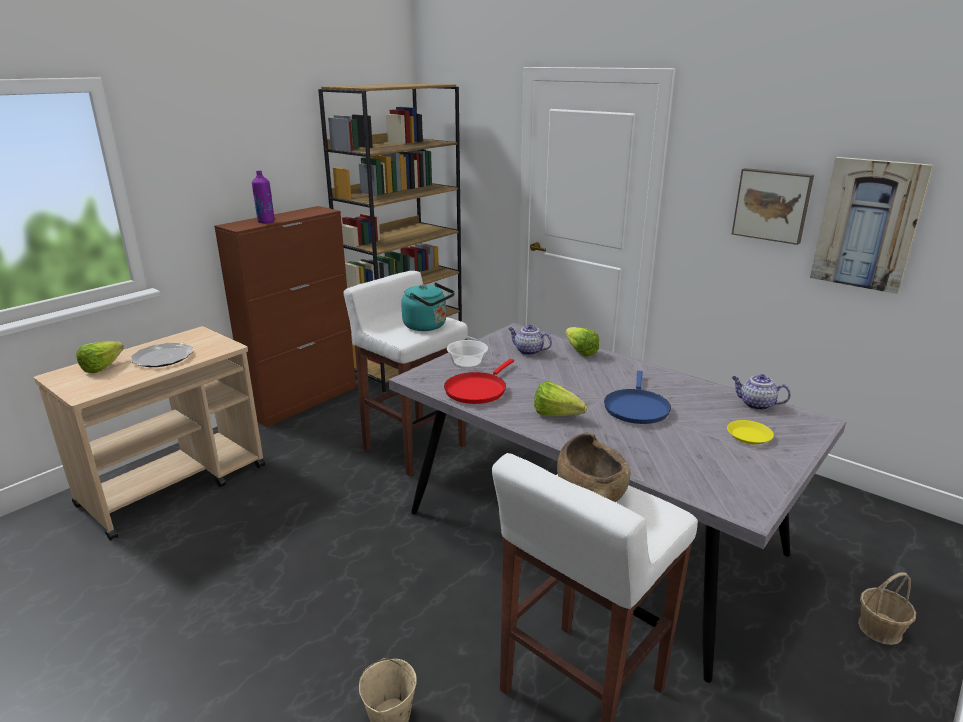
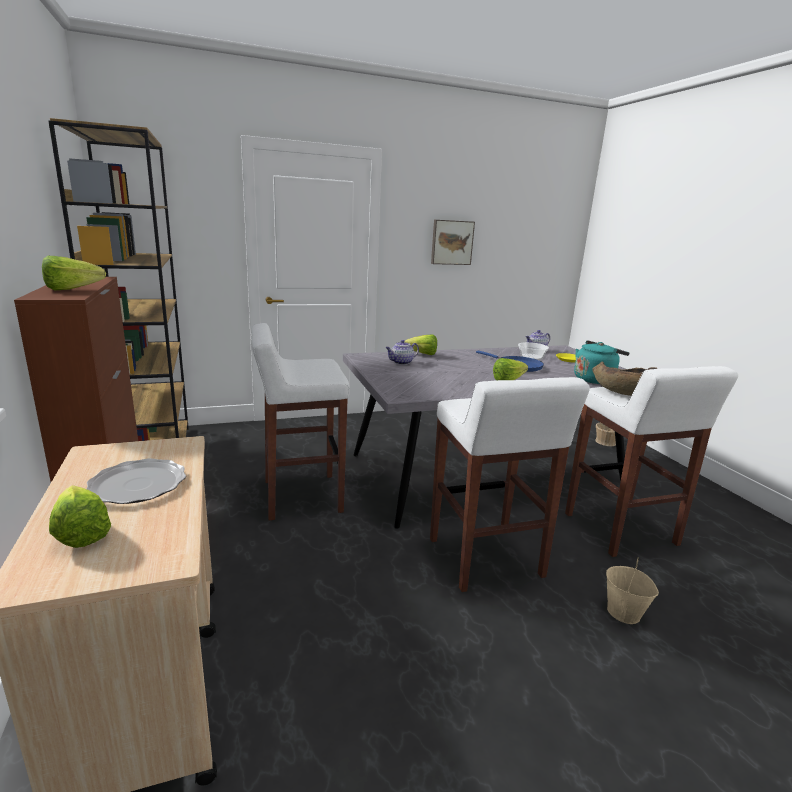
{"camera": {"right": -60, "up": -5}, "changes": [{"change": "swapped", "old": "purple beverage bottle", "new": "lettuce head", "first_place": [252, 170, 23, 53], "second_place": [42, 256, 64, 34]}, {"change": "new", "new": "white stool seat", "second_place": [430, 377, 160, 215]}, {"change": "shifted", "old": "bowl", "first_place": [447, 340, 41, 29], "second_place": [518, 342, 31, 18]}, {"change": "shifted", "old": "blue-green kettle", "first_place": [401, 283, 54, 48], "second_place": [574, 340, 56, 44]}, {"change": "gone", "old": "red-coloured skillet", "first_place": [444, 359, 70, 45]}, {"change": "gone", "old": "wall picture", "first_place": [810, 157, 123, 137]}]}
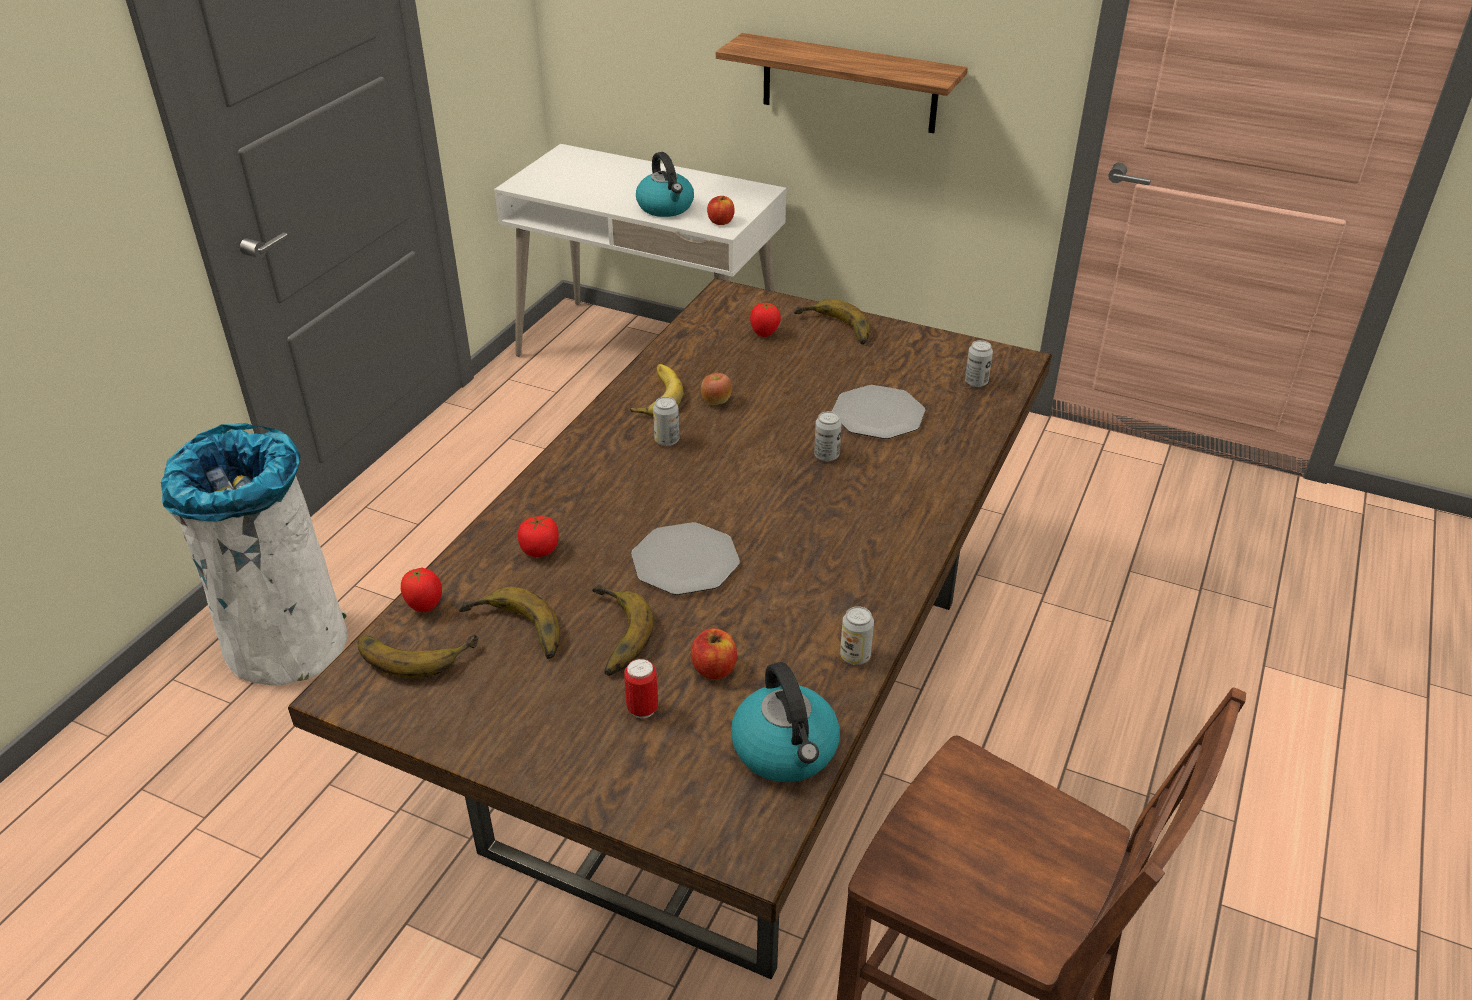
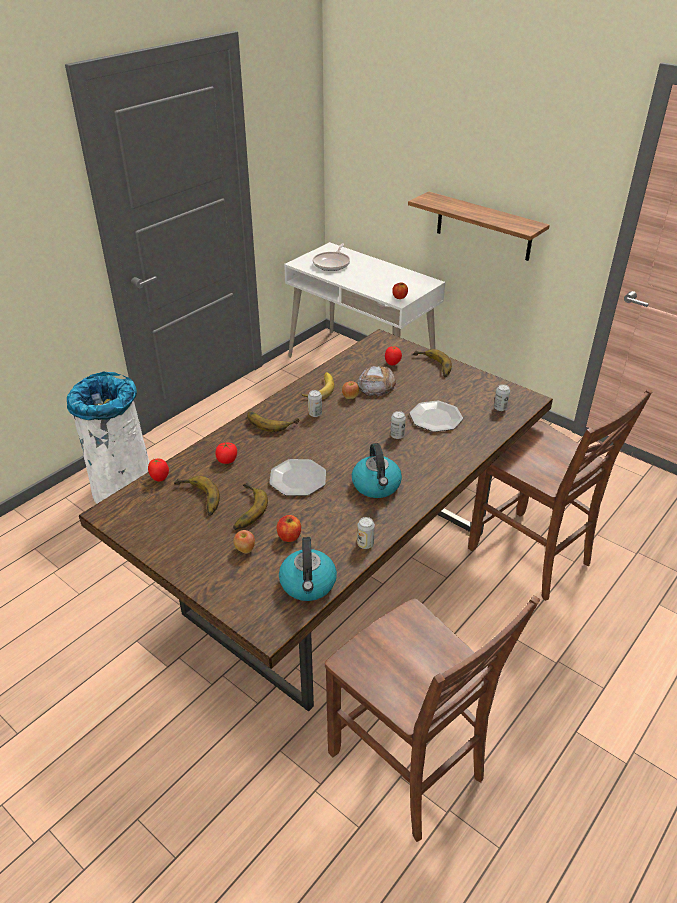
{"camera": {"right": 15, "up": 0}, "changes": [{"change": "swapped", "old": "metal can", "new": "apple fruit", "first_place": [624, 658, 34, 61], "second_place": [233, 530, 22, 23]}, {"change": "shifted", "old": "whole banana", "first_place": [358, 634, 120, 44], "second_place": [247, 411, 52, 21]}, {"change": "new", "new": "skillet", "second_place": [313, 243, 37, 28]}, {"change": "shifted", "old": "kettle", "first_place": [636, 152, 58, 65], "second_place": [352, 443, 50, 55]}, {"change": "new", "new": "baked bread", "second_place": [357, 366, 40, 31]}, {"change": "new", "new": "brown-coloured plain chair", "second_place": [468, 389, 185, 212]}]}
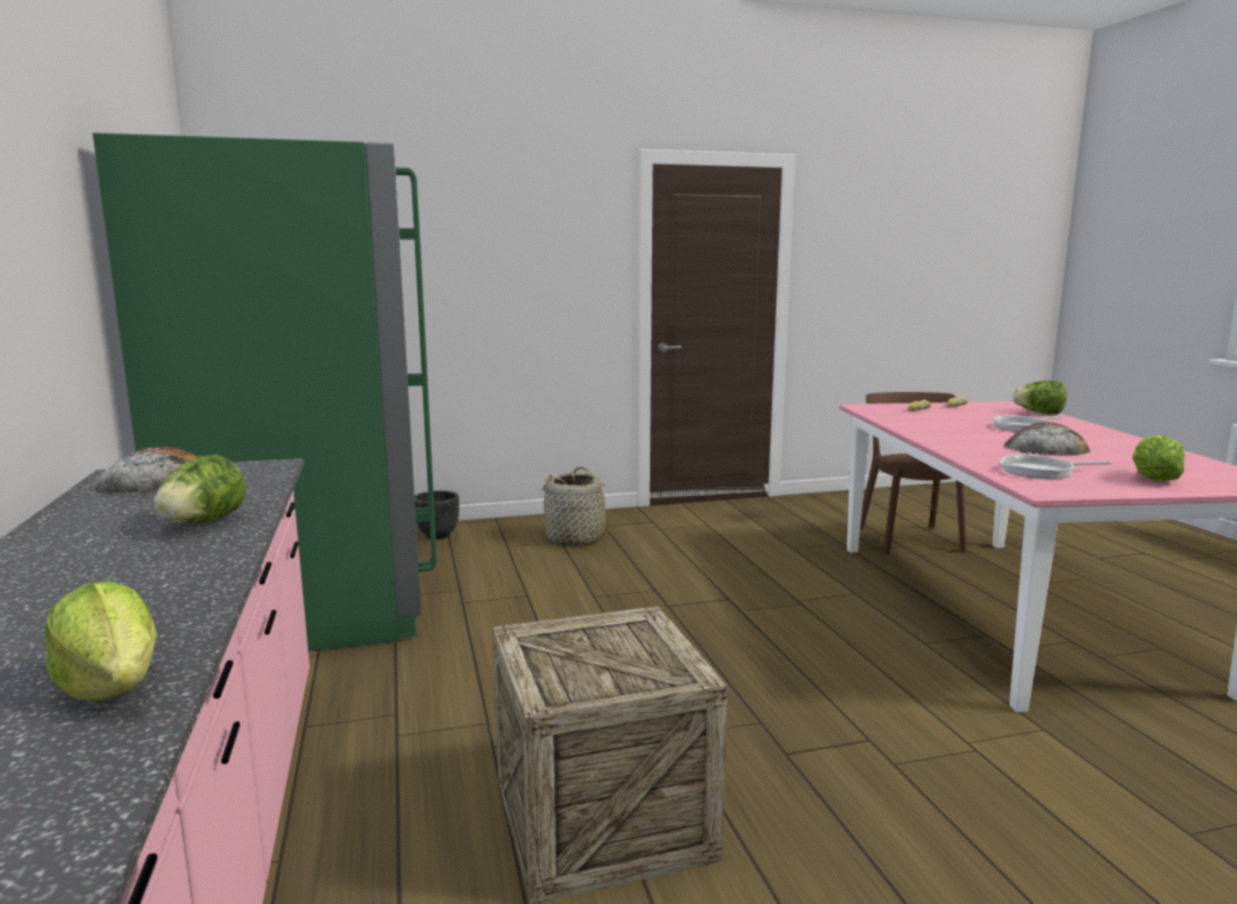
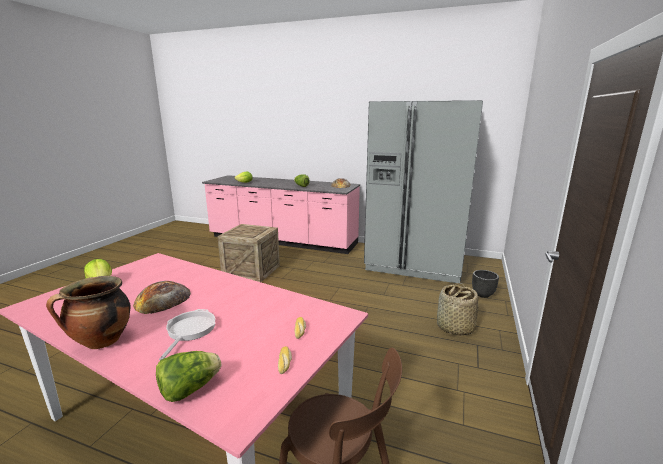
{"camera": {"right": 125, "up": 5}, "changes": [{"change": "new", "new": "cooking pot", "second_place": [46, 276, 85, 73]}, {"change": "repainted", "old": "greenish refrigerator", "new": "greyish refrigerator", "first_place": [93, 133, 344, 519], "second_place": [364, 100, 119, 183]}, {"change": "gone", "old": "skillet", "first_place": [998, 454, 114, 25]}]}
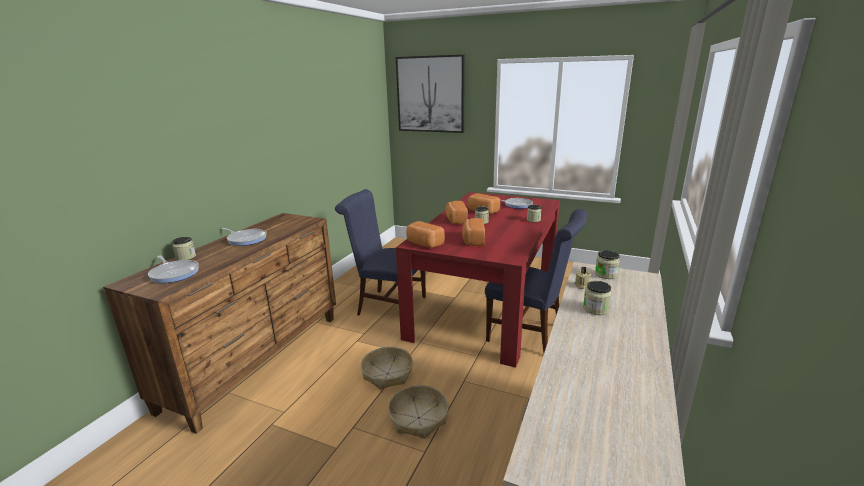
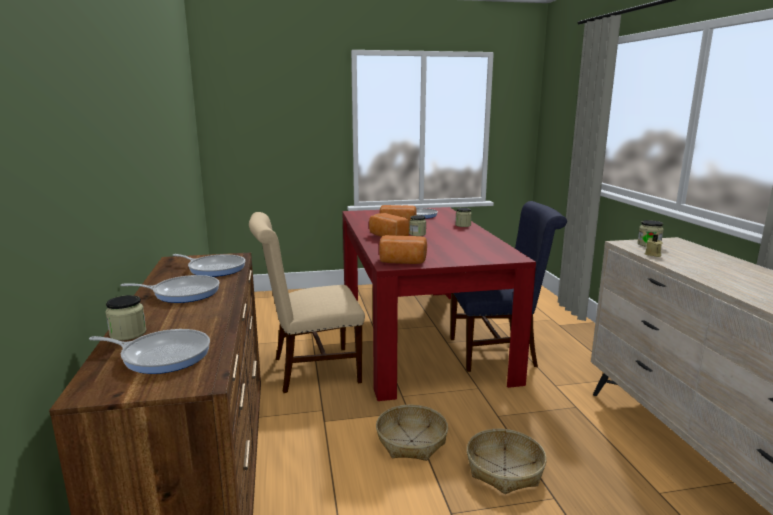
{"camera": {"right": -35, "up": -5}, "changes": [{"change": "new", "new": "skillet", "second_place": [173, 254, 72, 23]}, {"change": "repainted", "old": "bluish plain chair", "new": "sand-coloured plain chair", "first_place": [335, 189, 91, 126], "second_place": [249, 212, 116, 181]}, {"change": "gone", "old": "wall picture", "first_place": [396, 55, 69, 78]}, {"change": "gone", "old": "baked bread", "first_place": [462, 218, 23, 28]}, {"change": "gone", "old": "jar", "first_place": [583, 281, 29, 34]}]}
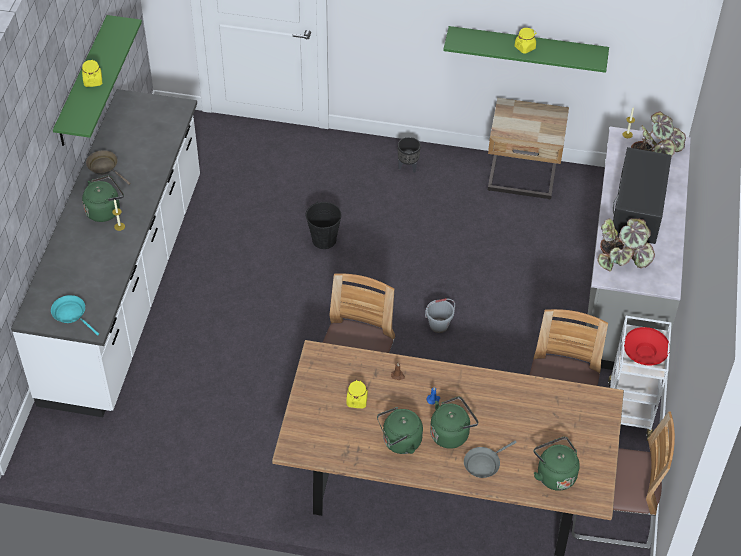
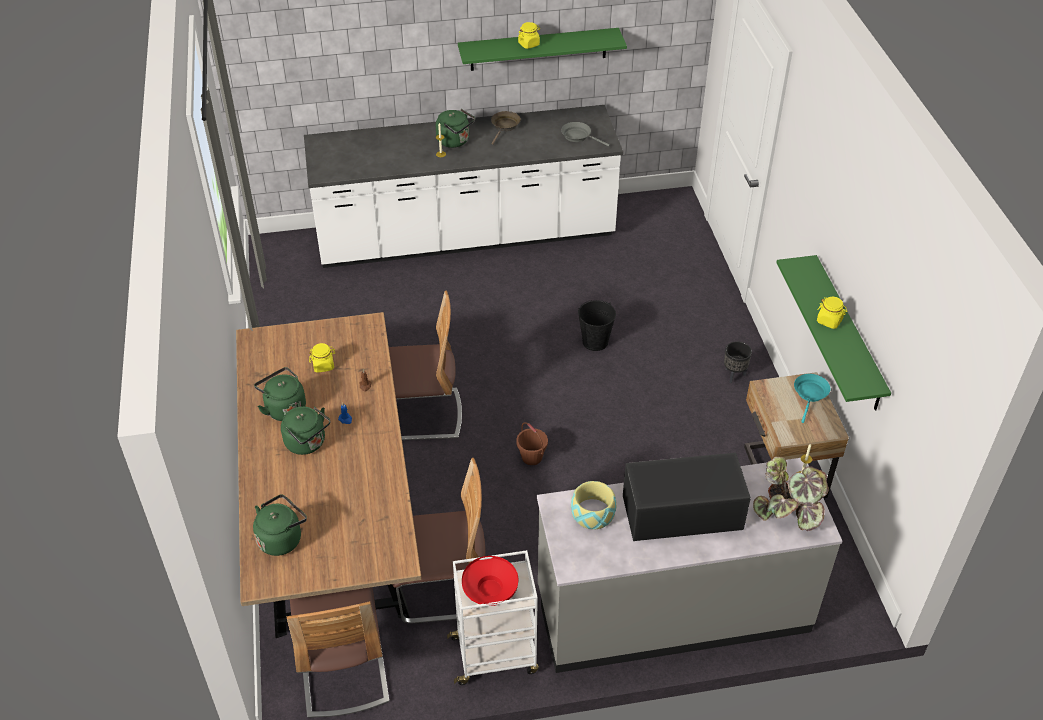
{"camera": {"right": 70, "up": -5}, "changes": [{"change": "repainted", "old": "greyish bucket", "new": "brown-coloured bucket", "first_place": [425, 298, 30, 35], "second_place": [516, 422, 32, 43]}, {"change": "shifted", "old": "greyish skillet", "first_place": [464, 440, 53, 38], "second_place": [561, 122, 49, 25]}, {"change": "swapped", "old": "plant in a pot", "new": "bowl", "first_place": [597, 218, 58, 53], "second_place": [571, 481, 46, 48]}, {"change": "shifted", "old": "blue-green skillet", "first_place": [51, 295, 48, 40], "second_place": [794, 374, 36, 49]}]}
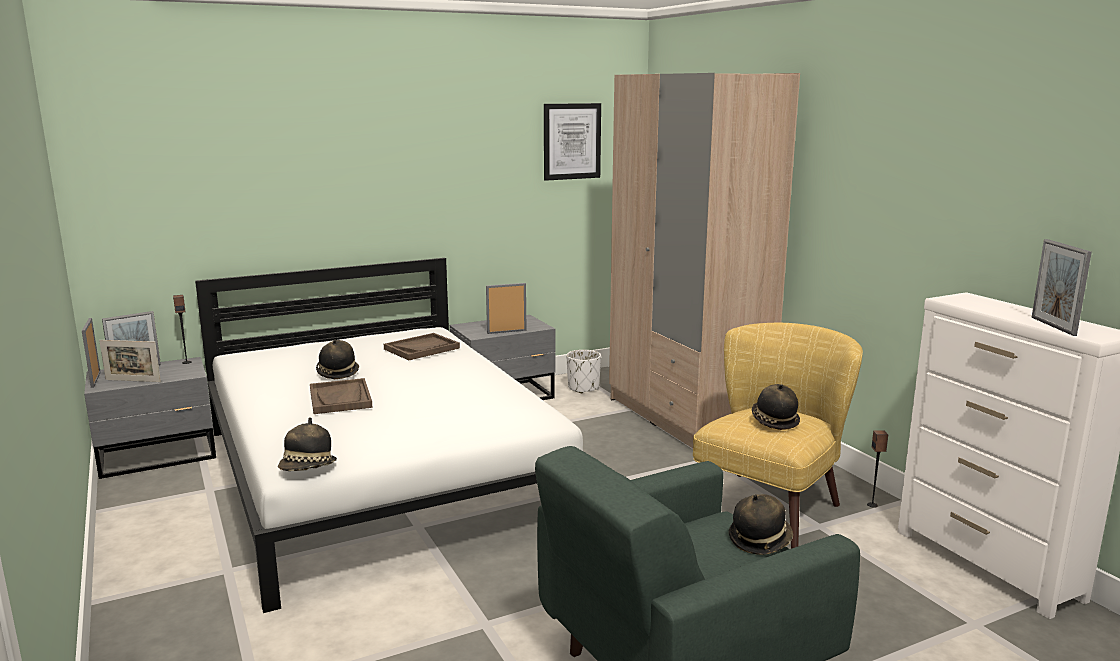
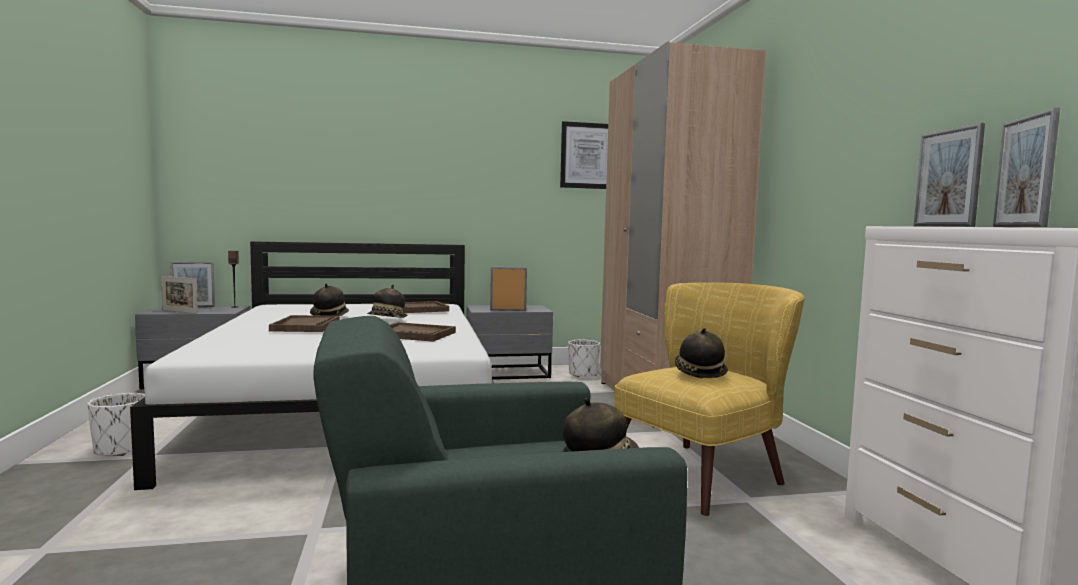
{"camera": {"right": 15, "up": -10}, "changes": [{"change": "new", "new": "white flower pot", "second_place": [87, 393, 58, 63]}, {"change": "shifted", "old": "hat", "first_place": [278, 417, 59, 54], "second_place": [367, 285, 40, 33]}, {"change": "new", "new": "brown-coloured carrying tray", "second_place": [390, 322, 66, 20]}, {"change": "shifted", "old": "standing frame", "first_place": [82, 318, 19, 70], "second_place": [914, 123, 71, 104]}, {"change": "gone", "old": "speaker", "first_place": [867, 430, 21, 78]}]}
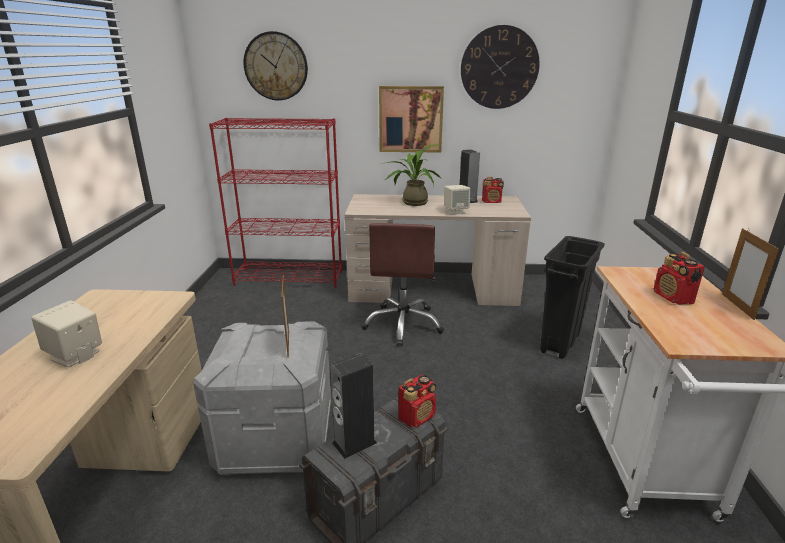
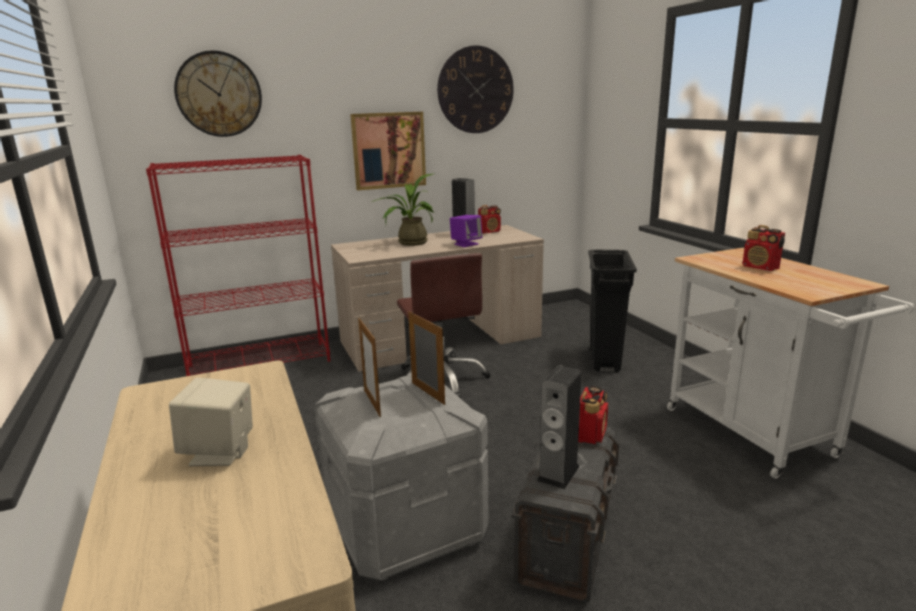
{"camera": {"right": -25, "up": -5}, "changes": [{"change": "shifted", "old": "standing frame", "first_place": [722, 228, 57, 92], "second_place": [358, 318, 23, 99]}, {"change": "repainted", "old": "sand-coloured speaker", "new": "purple speaker", "first_place": [444, 185, 26, 29], "second_place": [450, 215, 32, 32]}]}
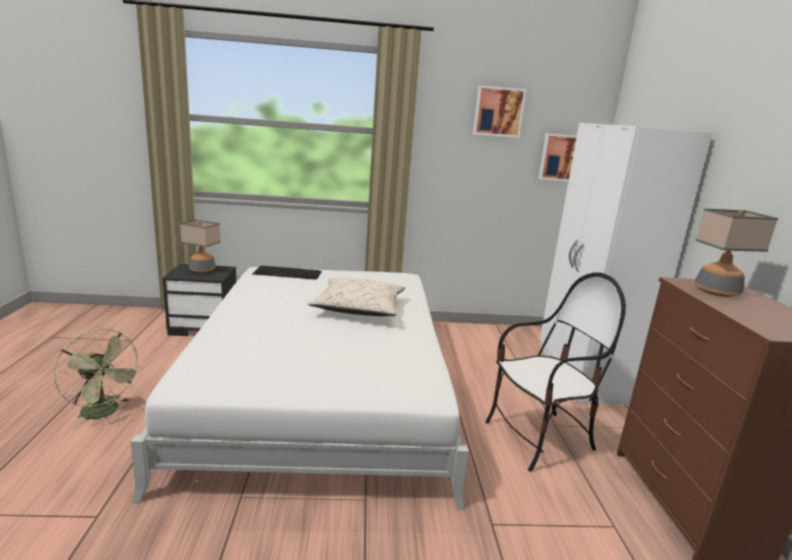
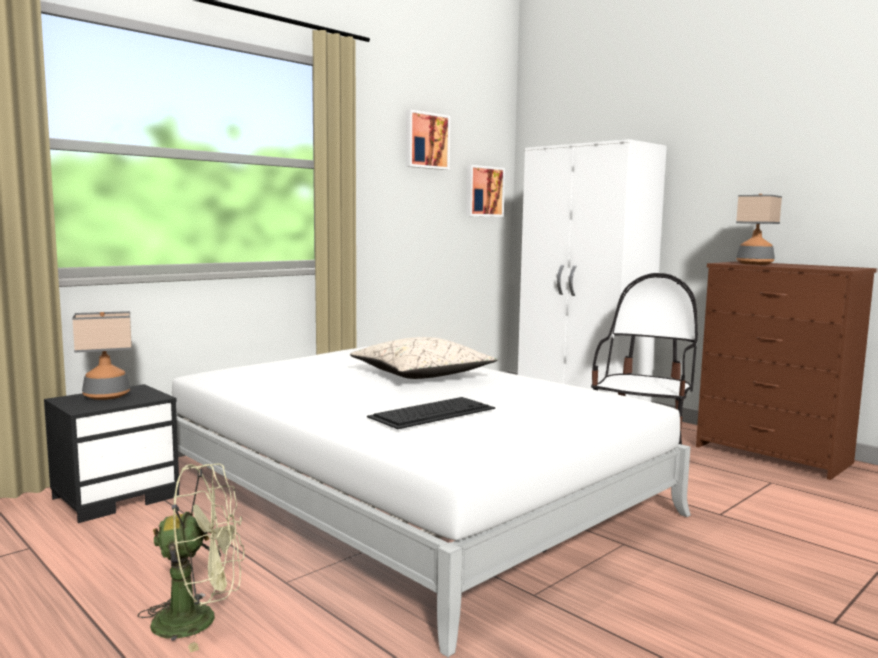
{"camera": {"right": -40, "up": -10}, "changes": [{"change": "shifted", "old": "keyboard", "first_place": [252, 266, 70, 14], "second_place": [367, 397, 128, 32]}]}
